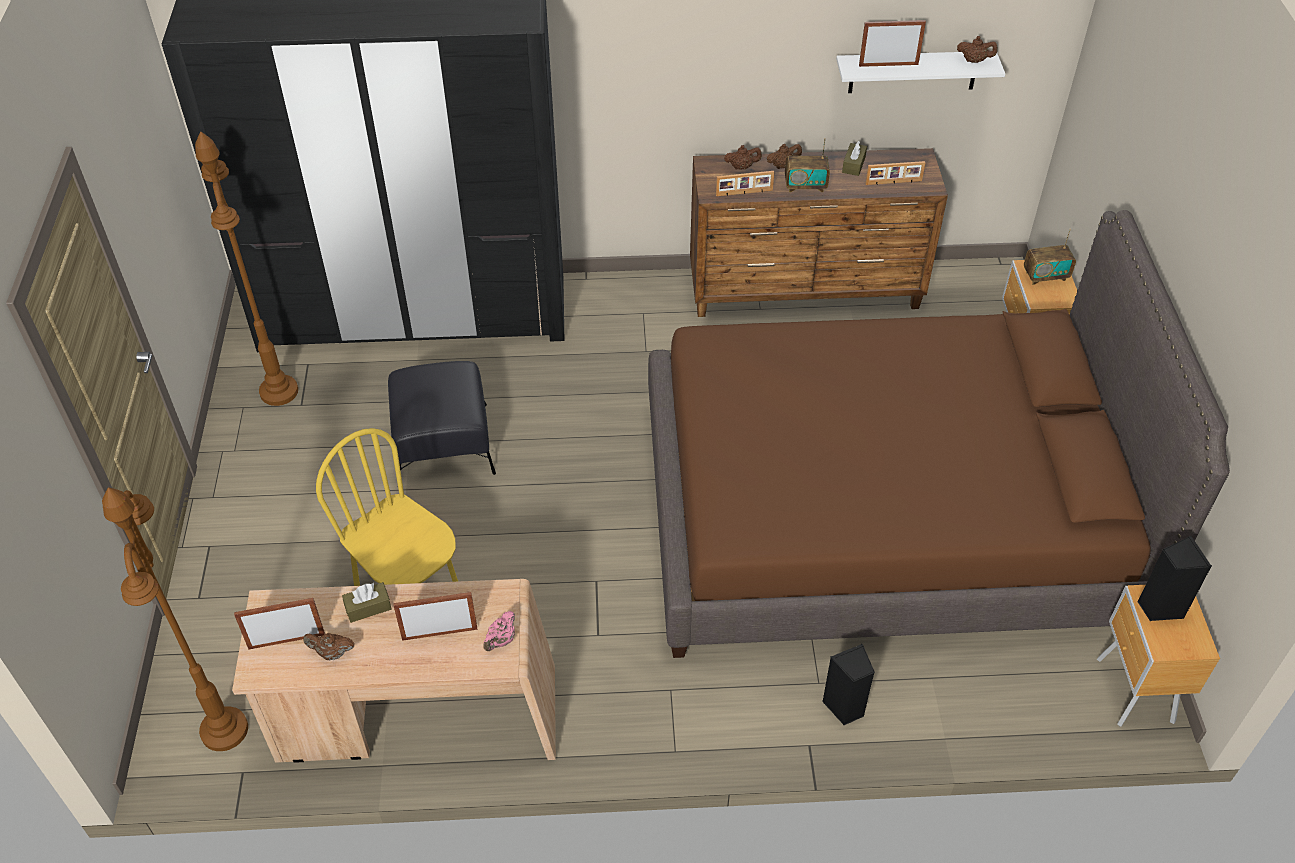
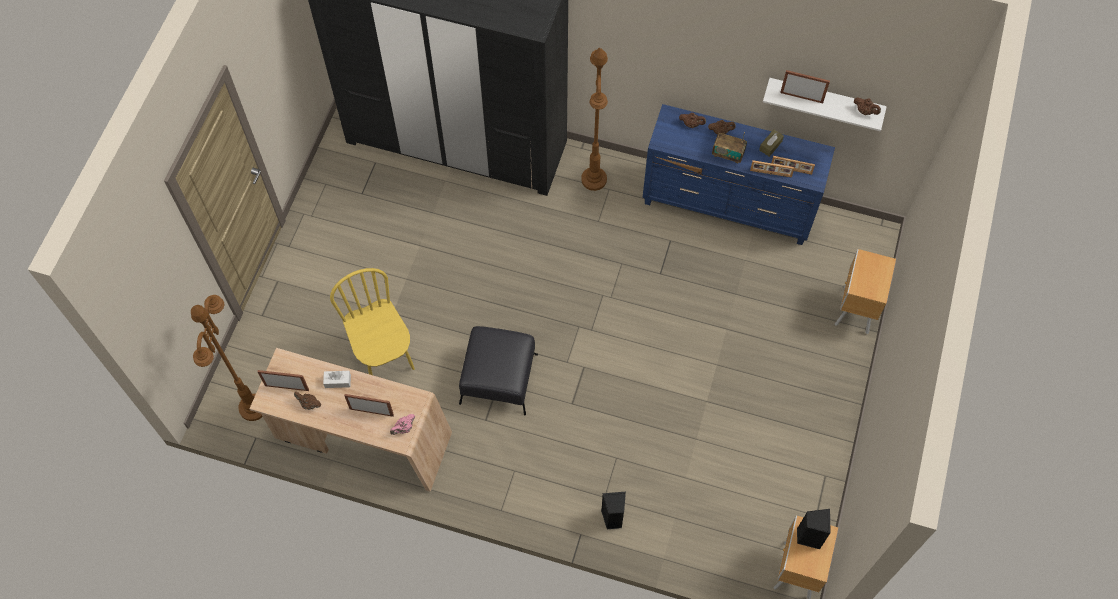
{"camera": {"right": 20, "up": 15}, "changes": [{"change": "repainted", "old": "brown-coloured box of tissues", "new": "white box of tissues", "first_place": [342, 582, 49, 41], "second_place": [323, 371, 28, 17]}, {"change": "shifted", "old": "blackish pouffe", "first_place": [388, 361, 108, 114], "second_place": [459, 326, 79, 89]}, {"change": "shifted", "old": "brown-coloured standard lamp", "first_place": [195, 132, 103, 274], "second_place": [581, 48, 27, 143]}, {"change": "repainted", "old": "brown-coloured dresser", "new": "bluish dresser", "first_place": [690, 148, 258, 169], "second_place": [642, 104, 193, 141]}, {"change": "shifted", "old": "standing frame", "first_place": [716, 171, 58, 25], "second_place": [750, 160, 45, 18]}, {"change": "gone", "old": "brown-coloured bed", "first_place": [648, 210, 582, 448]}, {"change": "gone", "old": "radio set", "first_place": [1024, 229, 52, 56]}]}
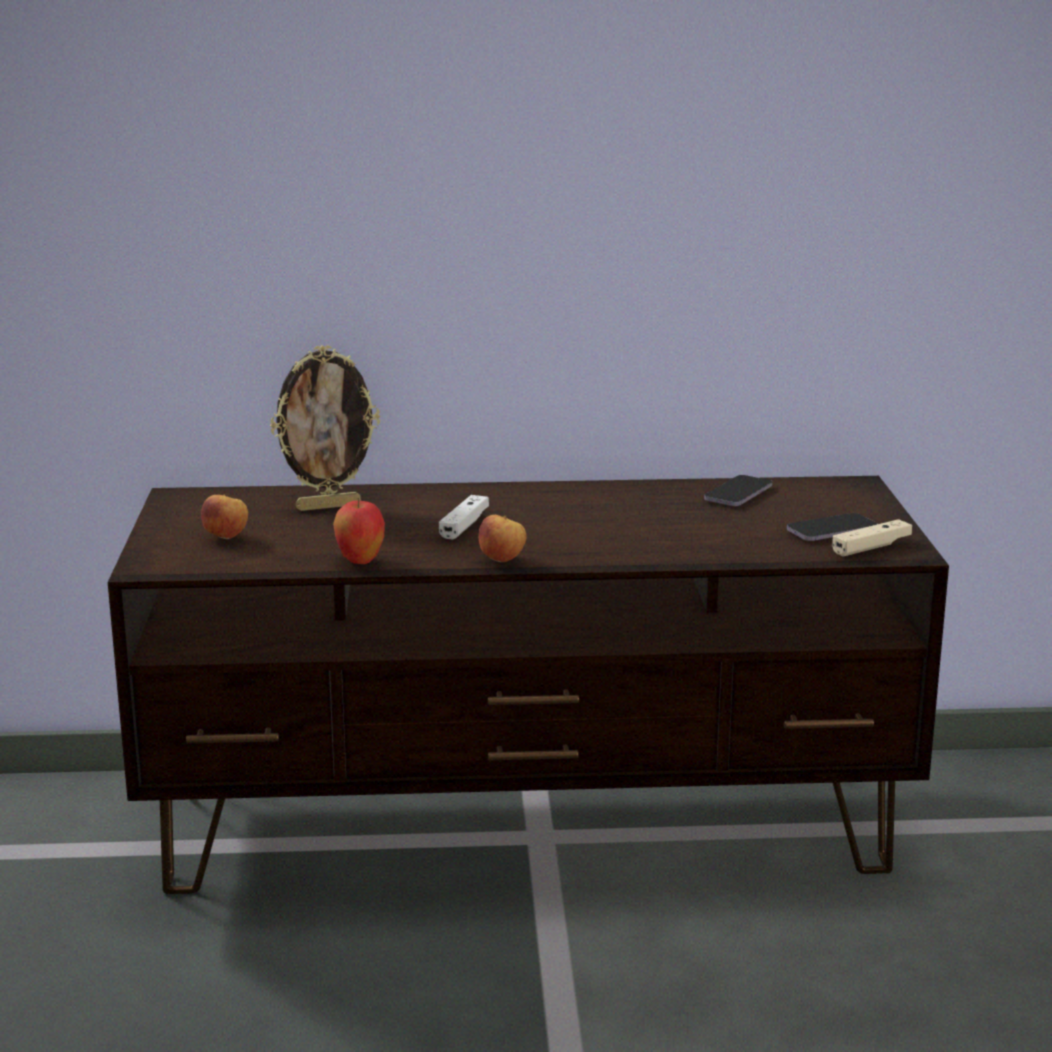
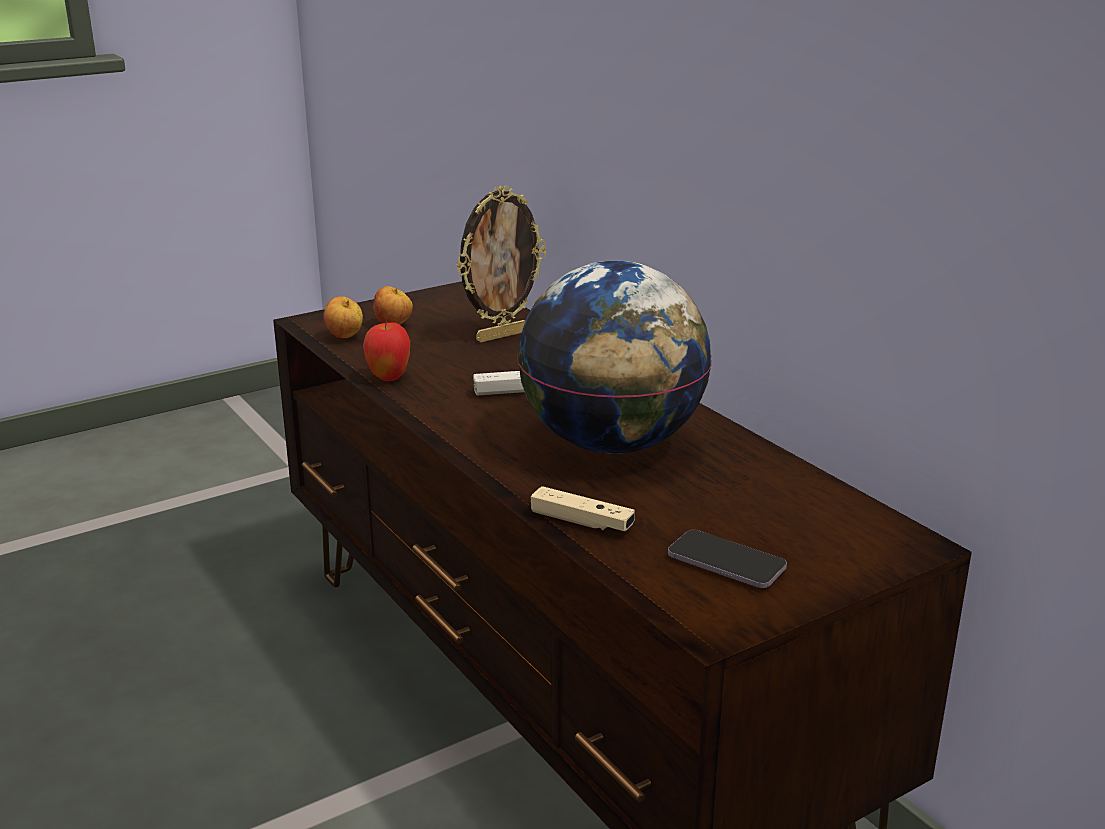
{"camera": {"right": 60, "up": 5}, "changes": [{"change": "shifted", "old": "apple fruit", "first_place": [479, 515, 48, 47], "second_place": [324, 296, 39, 42]}, {"change": "rotated", "old": "standing frame", "first_place": [270, 345, 110, 166], "second_place": [456, 186, 90, 156], "degrees": -75}, {"change": "new", "new": "globe", "second_place": [517, 261, 195, 193]}, {"change": "shifted", "old": "sand-coloured game controller", "first_place": [832, 519, 80, 38], "second_place": [531, 486, 104, 45]}, {"change": "gone", "old": "telephone", "first_place": [704, 475, 69, 31]}]}
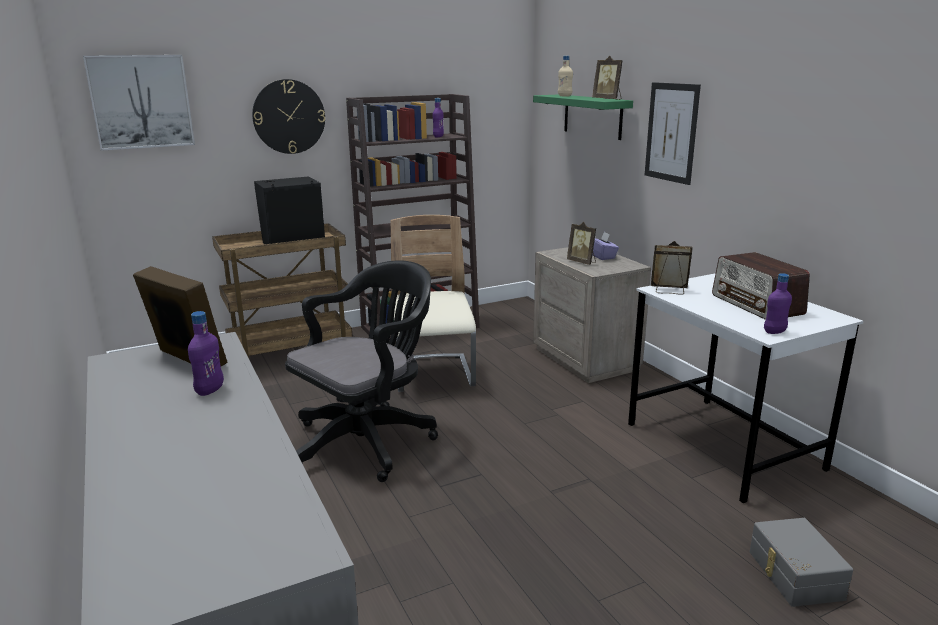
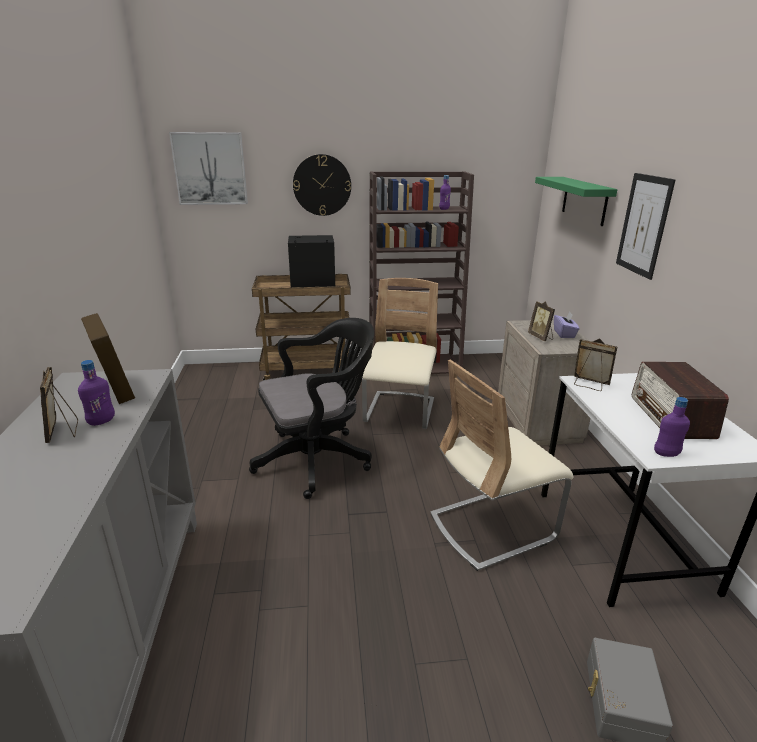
{"camera": {"right": 20, "up": 5}, "changes": [{"change": "shifted", "old": "standing frame", "first_place": [592, 56, 31, 44], "second_place": [40, 367, 38, 76]}, {"change": "new", "new": "sand-coloured plain chair", "second_place": [430, 360, 143, 211]}, {"change": "gone", "old": "sand-coloured beverage bottle", "first_place": [558, 56, 15, 40]}]}
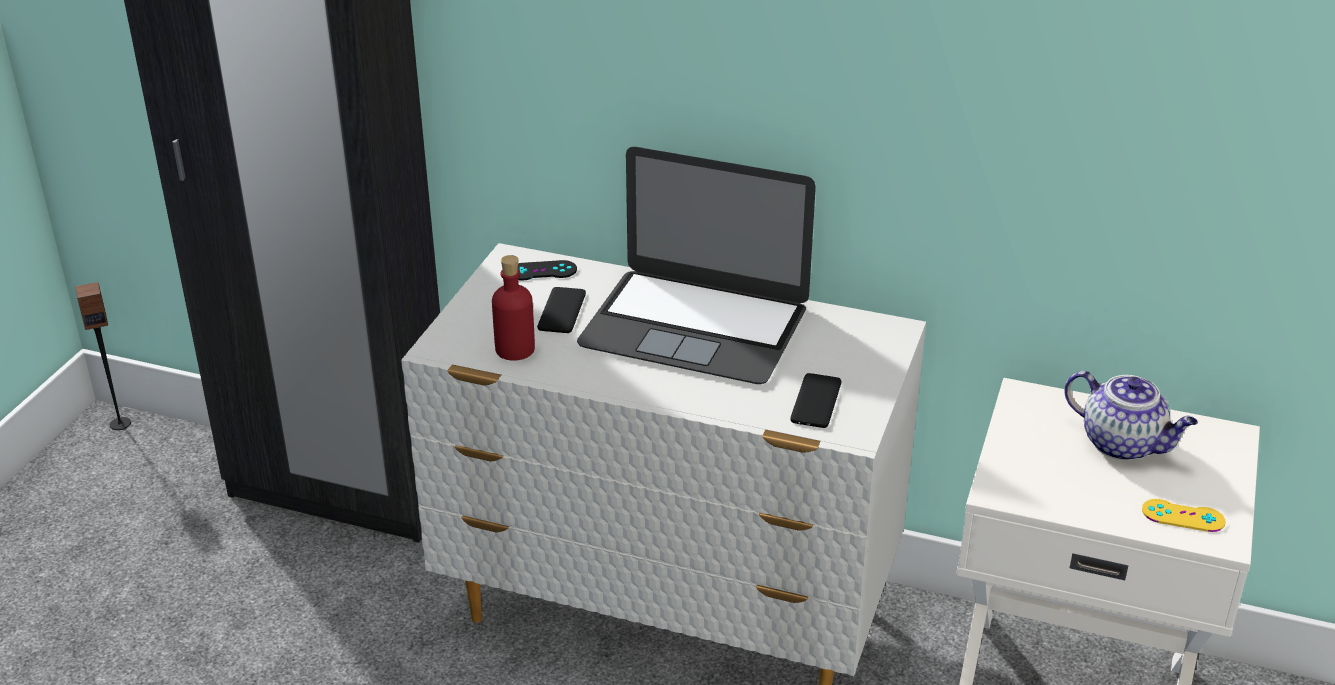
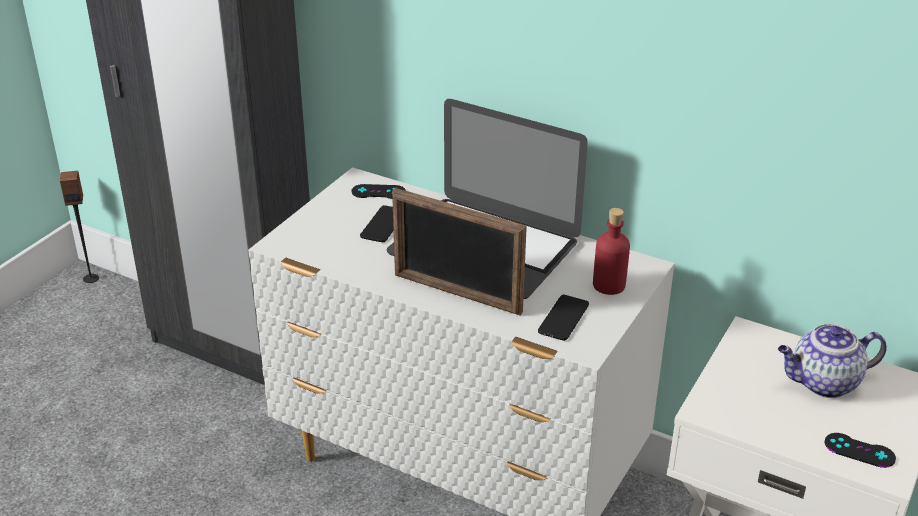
{"camera": {"right": 10, "up": 0}, "changes": [{"change": "new", "new": "standing frame", "second_place": [392, 188, 135, 127]}, {"change": "shifted", "old": "red-coloured beverage bottle", "first_place": [492, 255, 43, 106], "second_place": [593, 208, 37, 87]}, {"change": "rotated", "old": "pot for tea", "first_place": [1064, 371, 134, 90], "second_place": [778, 324, 109, 74], "degrees": 120}, {"change": "repainted", "old": "yellowish game controller", "new": "blackish game controller", "first_place": [1142, 499, 84, 33], "second_place": [825, 433, 71, 35]}]}
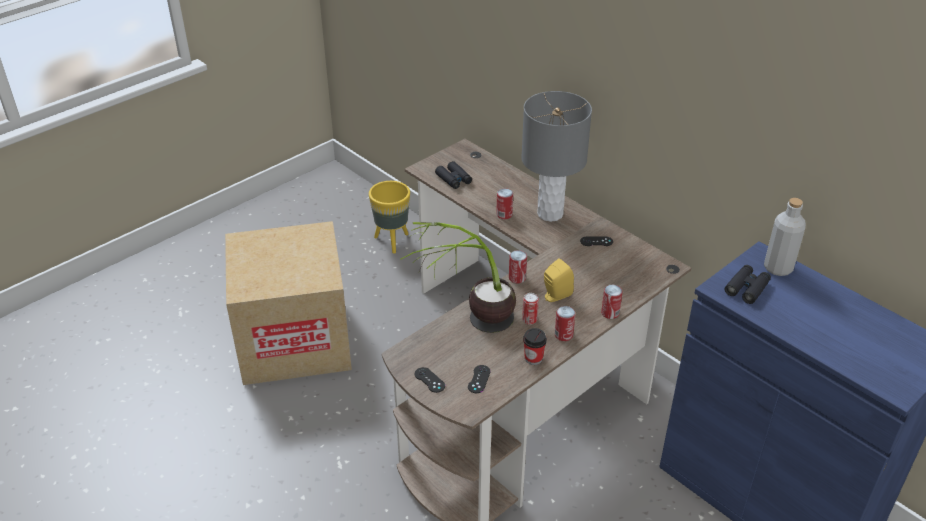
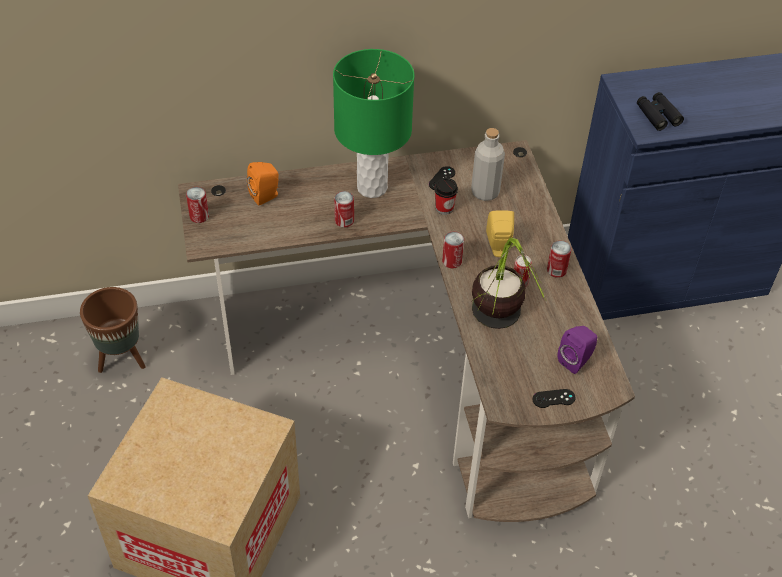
{"camera": {"right": -60, "up": 10}, "changes": [{"change": "repainted", "old": "yellowish flower pot", "new": "brown-coloured flower pot", "first_place": [369, 181, 41, 73], "second_place": [80, 287, 66, 86]}, {"change": "shifted", "old": "metal can", "first_place": [601, 285, 22, 34], "second_place": [186, 187, 23, 36]}, {"change": "new", "new": "orange speaker", "second_place": [247, 162, 32, 44]}, {"change": "repainted", "old": "greyish lamp for a table", "new": "greenish lamp for a table", "first_place": [521, 91, 71, 131], "second_place": [333, 49, 81, 149]}, {"change": "shifted", "old": "cup", "first_place": [523, 328, 24, 37], "second_place": [434, 178, 24, 37]}, {"change": "shifted", "old": "greyish beverage bottle", "first_place": [764, 198, 42, 78], "second_place": [471, 128, 34, 73]}, {"change": "swapped", "old": "blackish game controller", "new": "purple speaker", "first_place": [468, 365, 22, 28], "second_place": [558, 326, 39, 48]}, {"change": "gone", "old": "blackish field glasses", "first_place": [435, 161, 37, 28]}]}
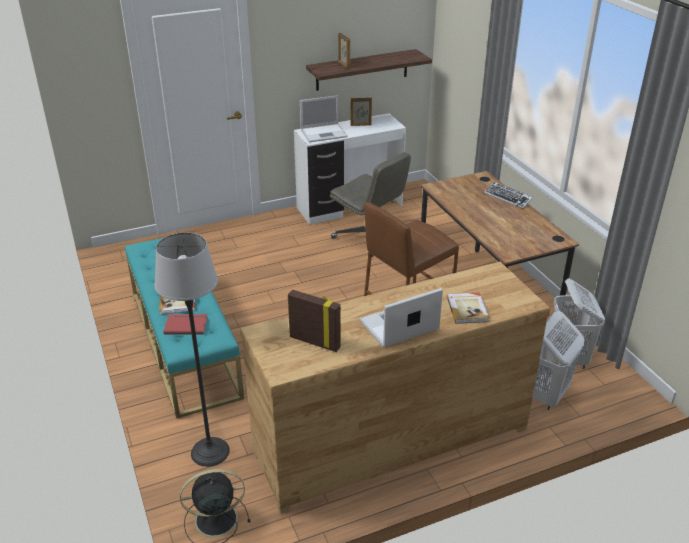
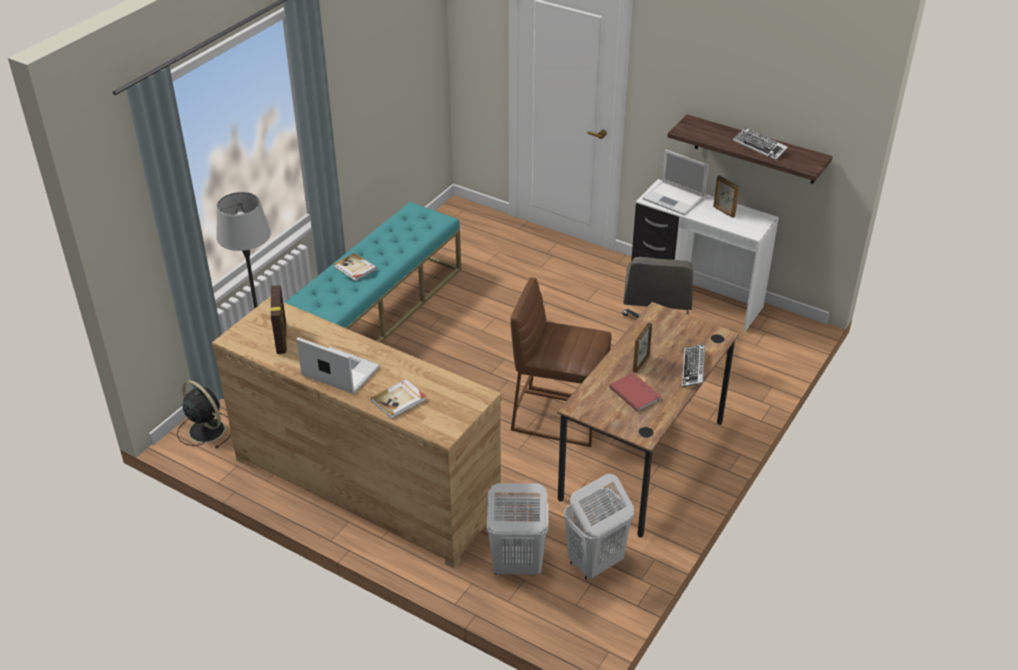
{"camera": {"right": 55, "up": 5}, "changes": [{"change": "shifted", "old": "red-coloured bound book", "first_place": [163, 314, 45, 21], "second_place": [609, 373, 53, 39]}, {"change": "shifted", "old": "standing frame", "first_place": [338, 33, 12, 36], "second_place": [633, 323, 19, 50]}, {"change": "new", "new": "keyboard", "second_place": [733, 127, 55, 33]}]}
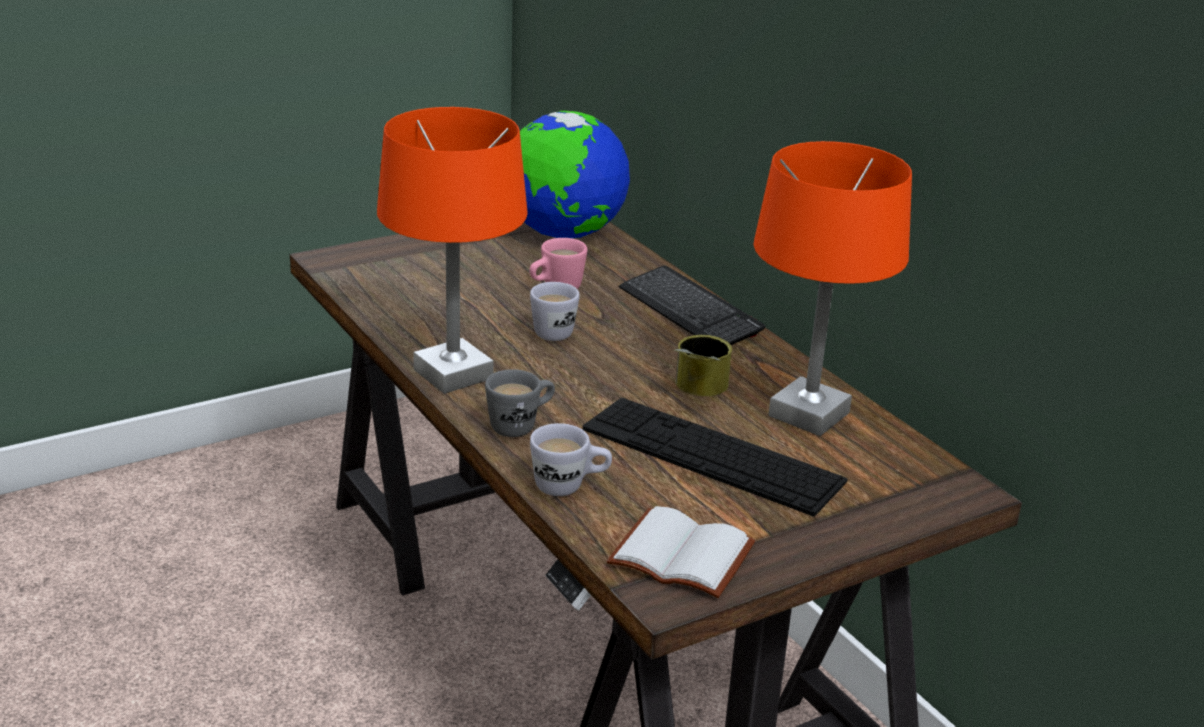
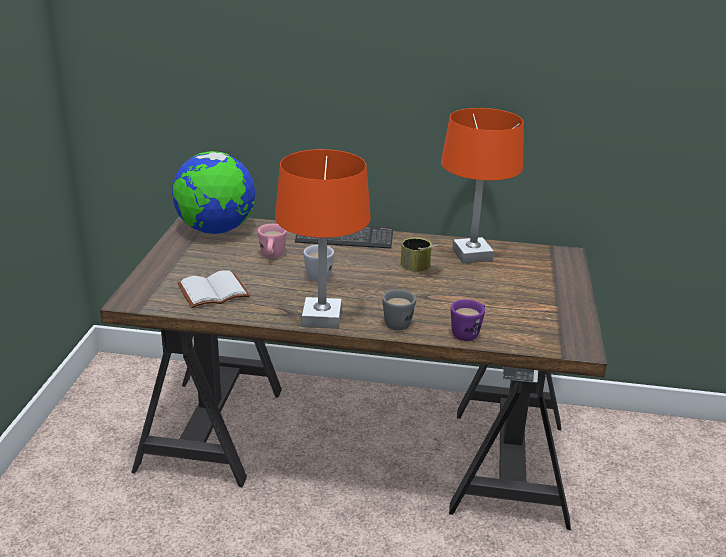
{"camera": {"right": -50, "up": 0}, "changes": [{"change": "shifted", "old": "white bound book", "first_place": [607, 506, 149, 92], "second_place": [178, 270, 72, 38]}, {"change": "repainted", "old": "white mug", "new": "purple mug", "first_place": [530, 423, 82, 73], "second_place": [451, 299, 34, 42]}, {"change": "gone", "old": "keyboard", "first_place": [583, 398, 265, 119]}]}
